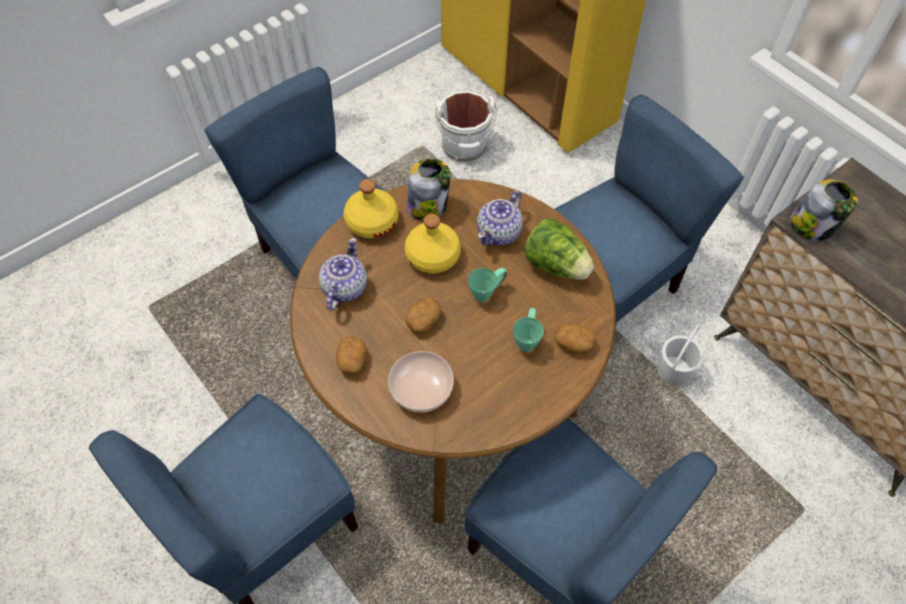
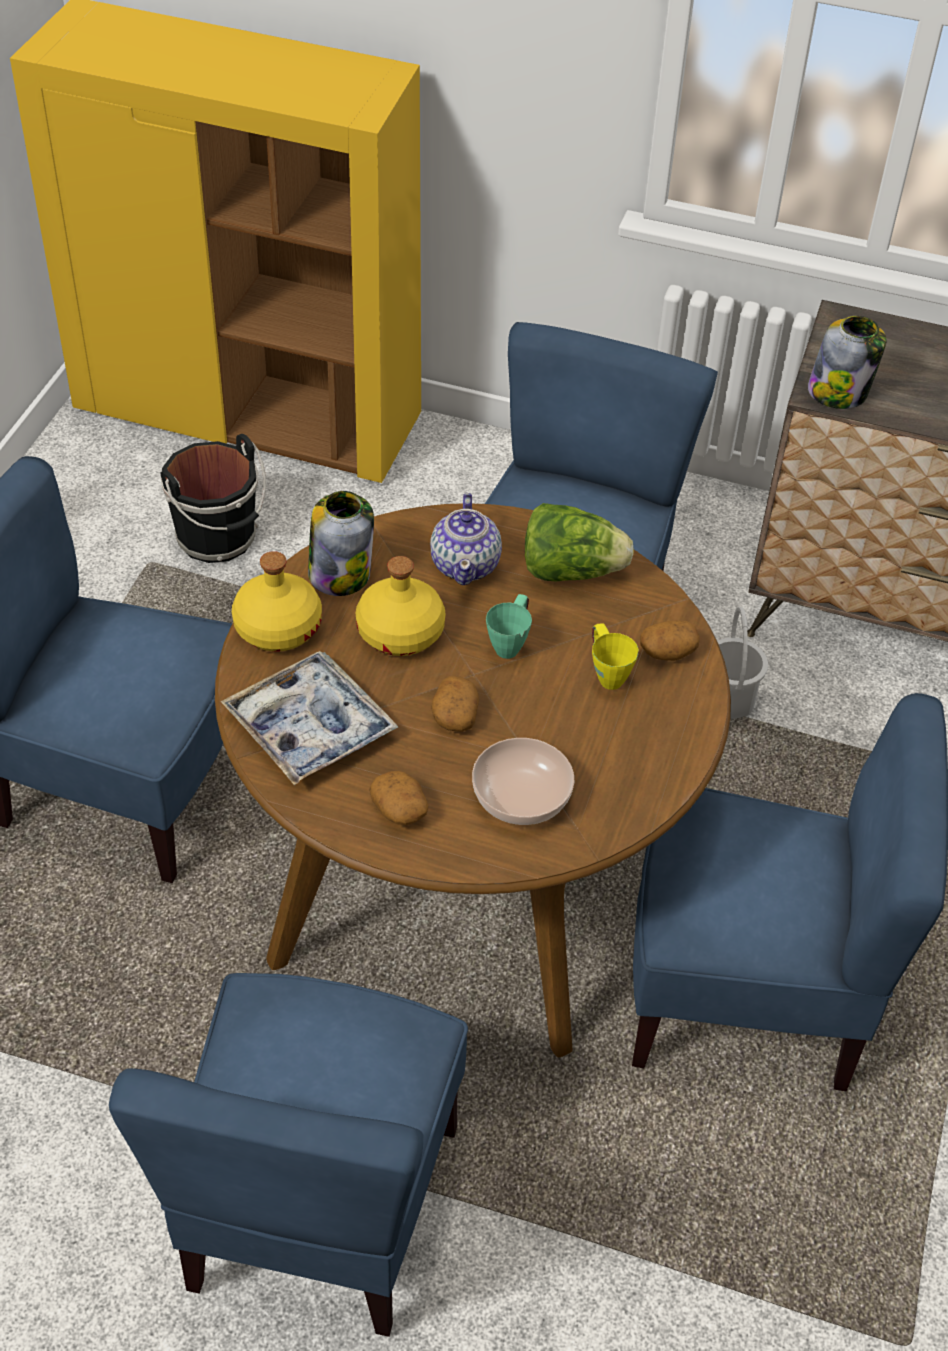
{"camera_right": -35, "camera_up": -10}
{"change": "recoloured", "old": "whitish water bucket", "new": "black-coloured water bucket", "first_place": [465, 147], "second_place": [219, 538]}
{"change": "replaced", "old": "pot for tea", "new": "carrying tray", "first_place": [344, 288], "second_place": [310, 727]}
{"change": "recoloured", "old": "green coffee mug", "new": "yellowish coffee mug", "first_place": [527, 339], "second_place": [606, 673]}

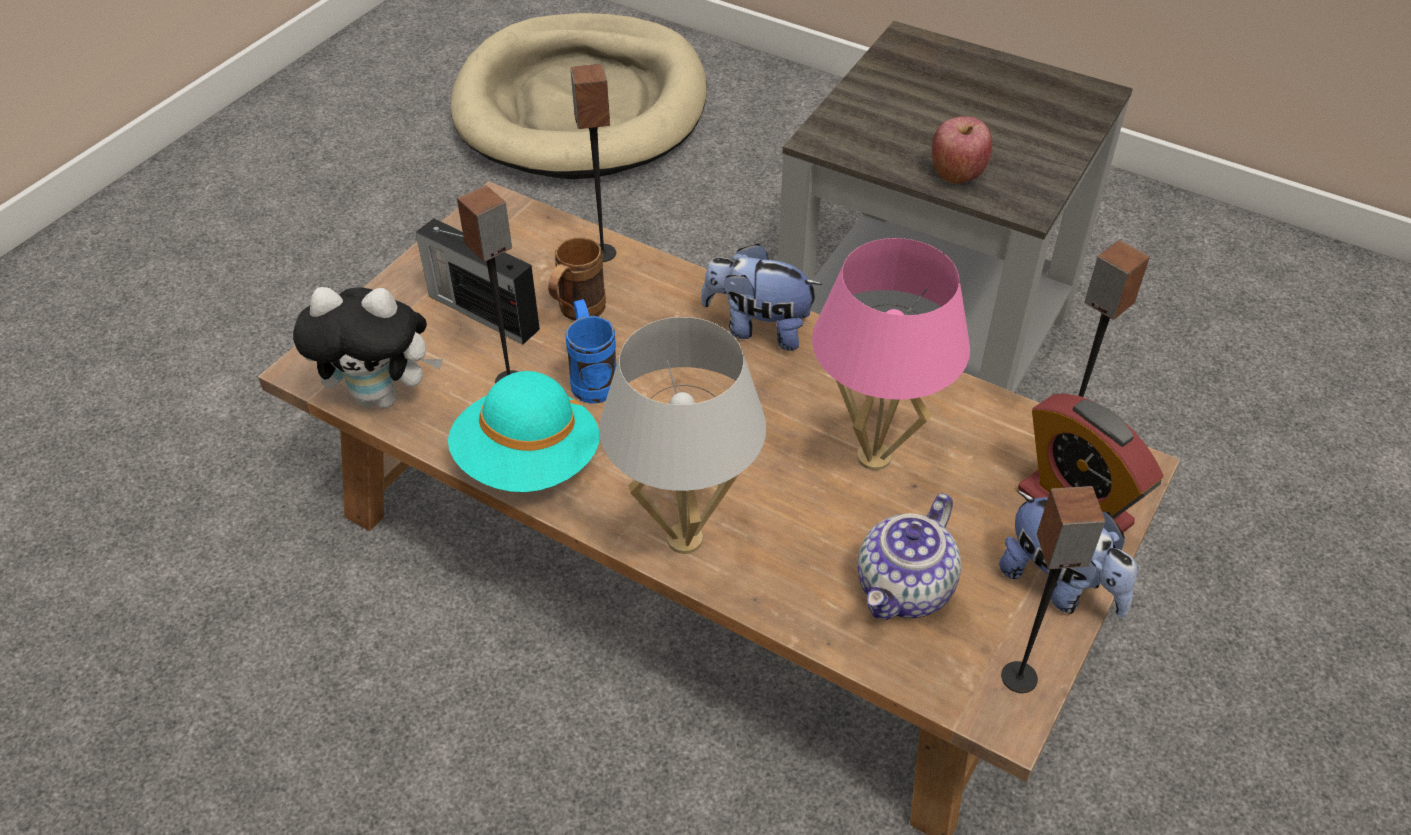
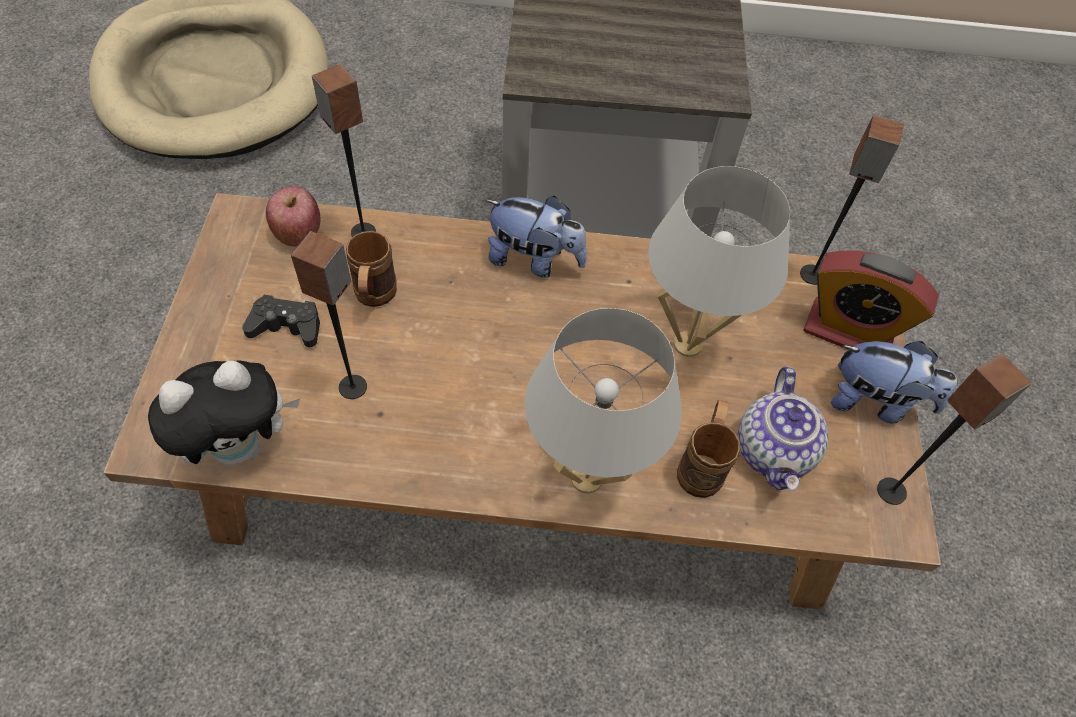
{"camera_right": -30, "camera_up": 10}
{"change": "moved", "old": "apple", "first_place": [957, 173], "second_place": [298, 233]}
{"change": "replaced", "old": "radio", "new": "black-coloured game controller", "first_place": [482, 311], "second_place": [286, 326]}
{"change": "recoloured", "old": "pinkish lamp for a table", "new": "whitish lamp for a table", "first_place": [873, 457], "second_place": [687, 345]}
{"change": "turned", "old": "cuddly toy", "first_place": [758, 328], "second_place": [534, 260], "degrees": -150}
{"change": "removed", "old": "blue-coloured coffee mug", "first_place": [592, 377]}
{"change": "removed", "old": "blue-green hat", "first_place": [528, 462]}
{"change": "added", "new": "brown coffee mug", "second_place": [702, 465]}

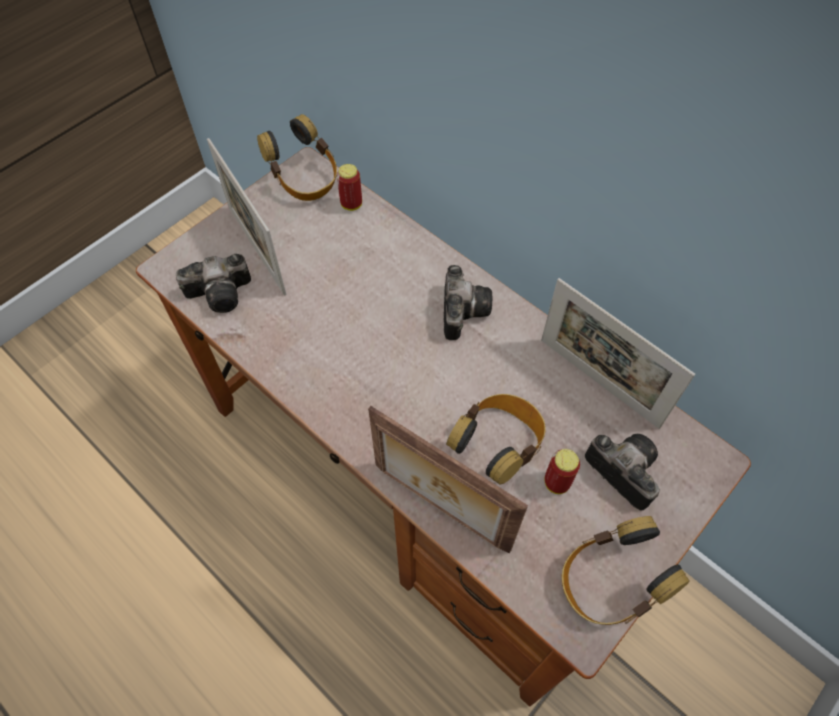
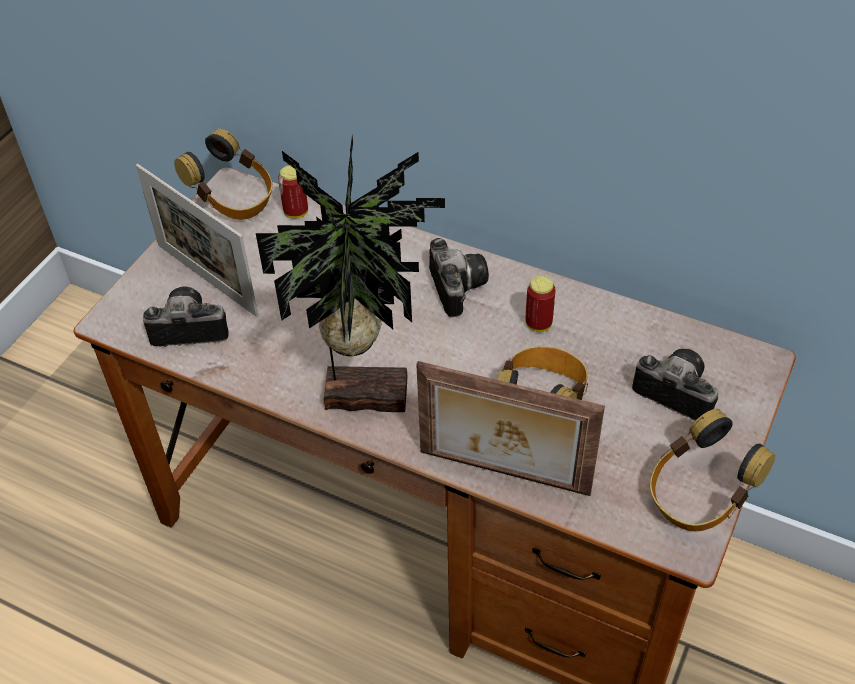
{"camera_right": -15, "camera_up": -10}
{"change": "turned", "old": "photo camera", "first_place": [223, 292], "second_place": [186, 330], "degrees": -150}
{"change": "removed", "old": "standing frame", "first_place": [598, 382]}
{"change": "moved", "old": "can", "first_place": [556, 482], "second_place": [538, 324]}
{"change": "added", "new": "plant in a pot", "second_place": [365, 390]}

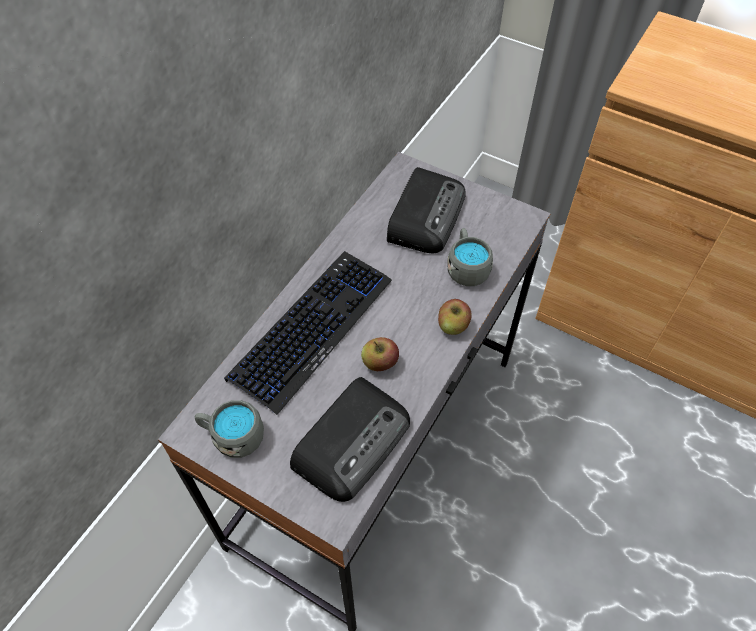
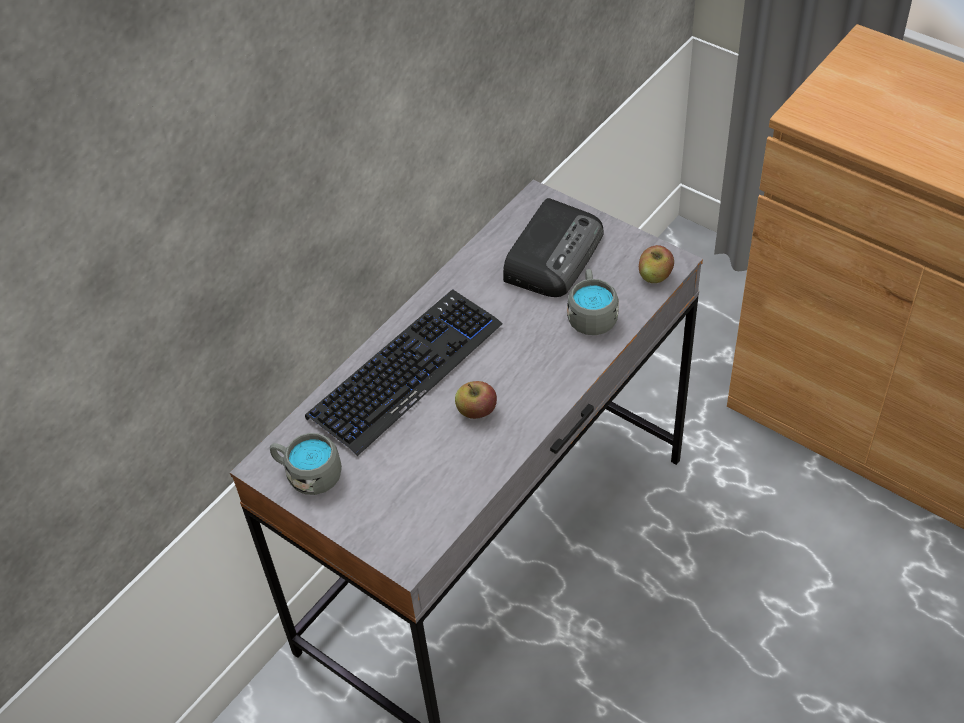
{"camera_right": 10, "camera_up": -5}
{"change": "moved", "old": "apple", "first_place": [453, 325], "second_place": [655, 275]}
{"change": "removed", "old": "radio", "first_place": [353, 440]}

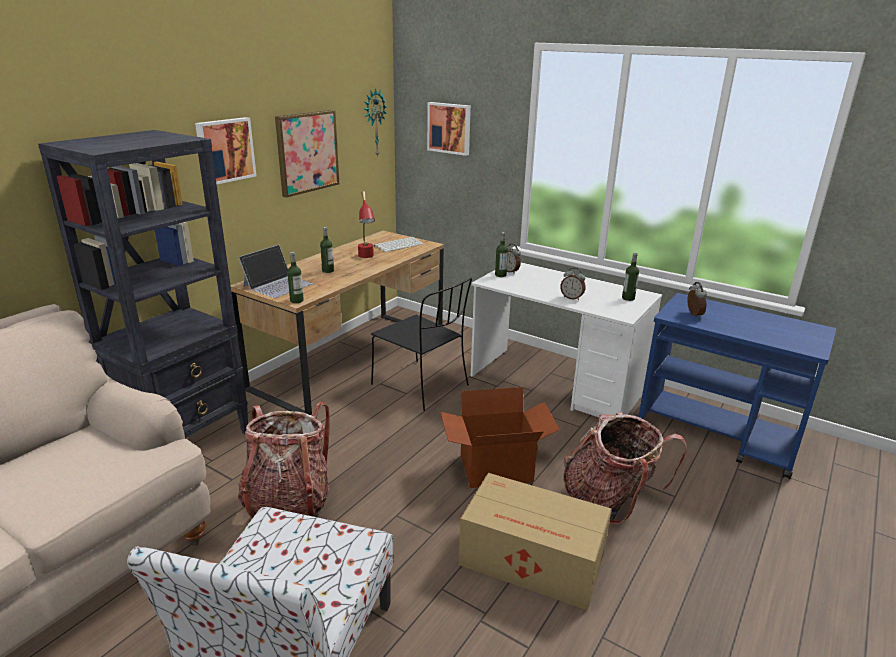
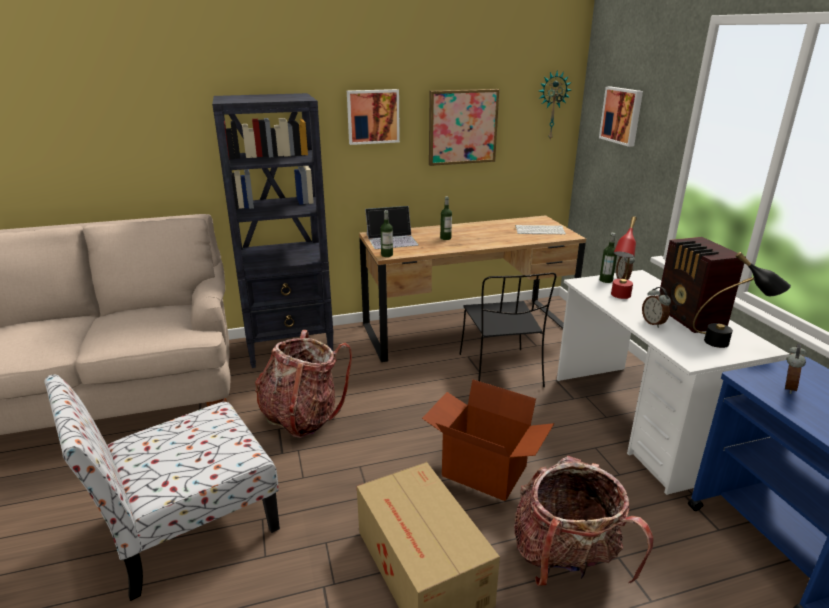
{"camera_right": 40, "camera_up": 0}
{"change": "moved", "old": "reddish lamp for a table", "first_place": [366, 258], "second_place": [619, 298]}
{"change": "replaced", "old": "drink bottle", "new": "black-coloured lamp for a table", "first_place": [628, 298], "second_place": [729, 344]}
{"change": "added", "new": "radio", "second_place": [690, 318]}

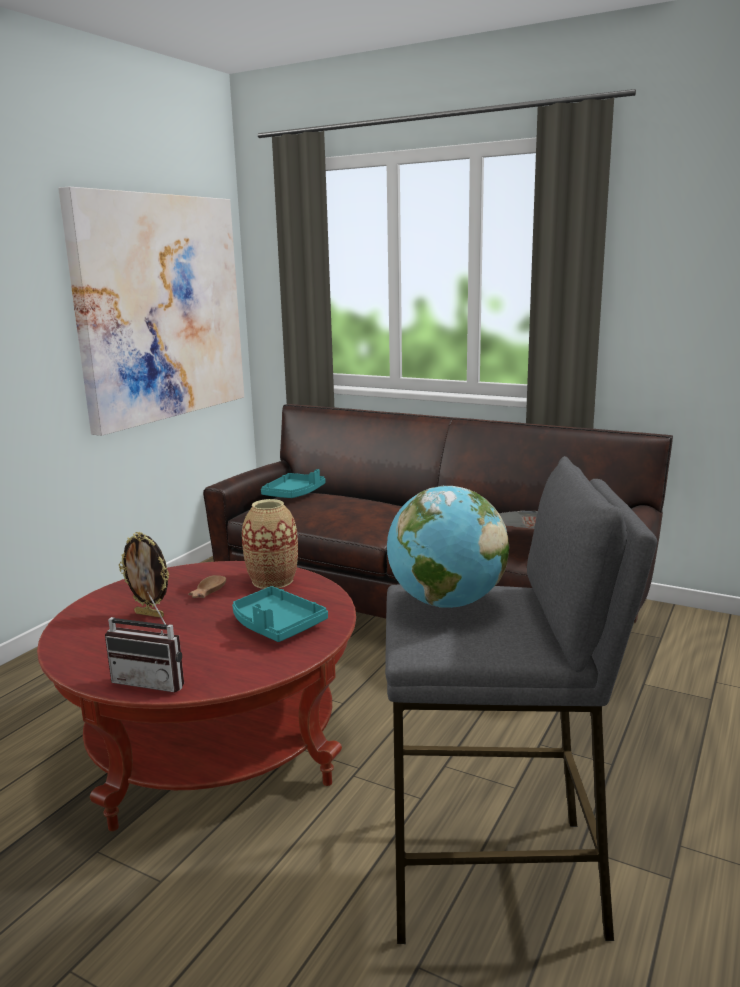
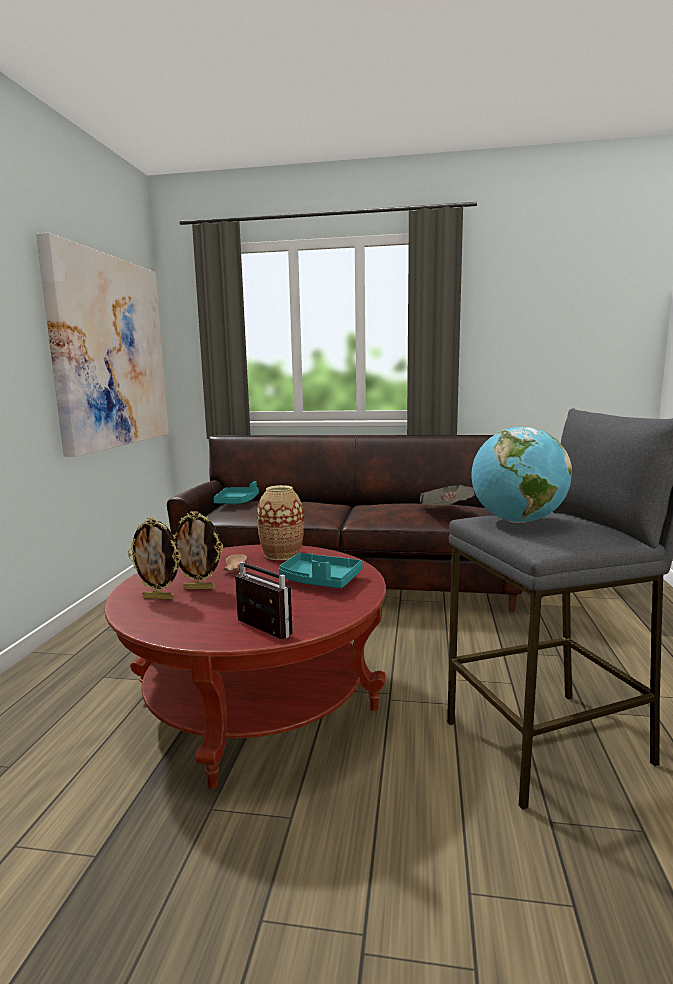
{"camera_right": -20, "camera_up": -5}
{"change": "turned", "old": "radio", "first_place": [153, 680], "second_place": [257, 631], "degrees": -135}
{"change": "added", "new": "standing frame", "second_place": [159, 598]}

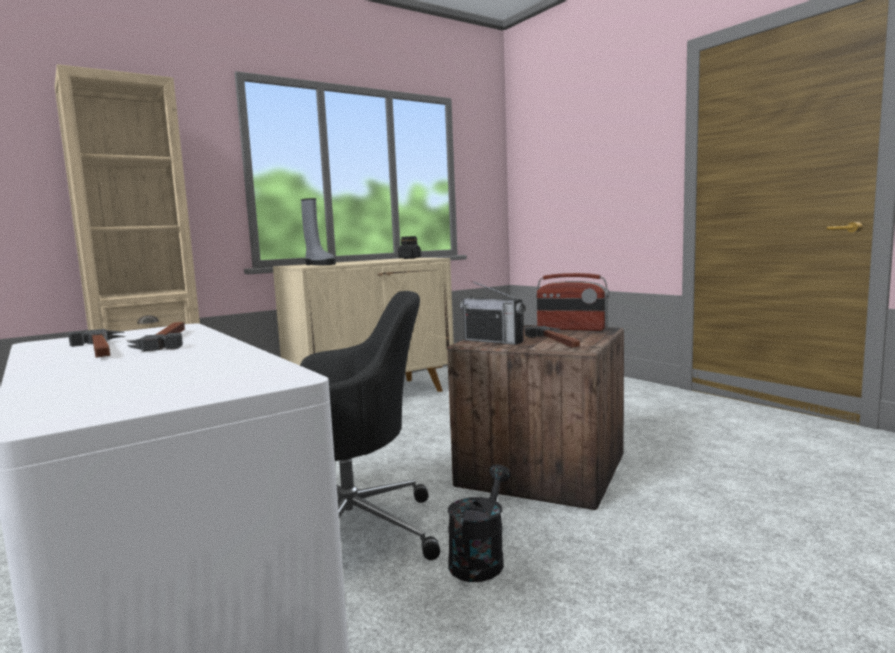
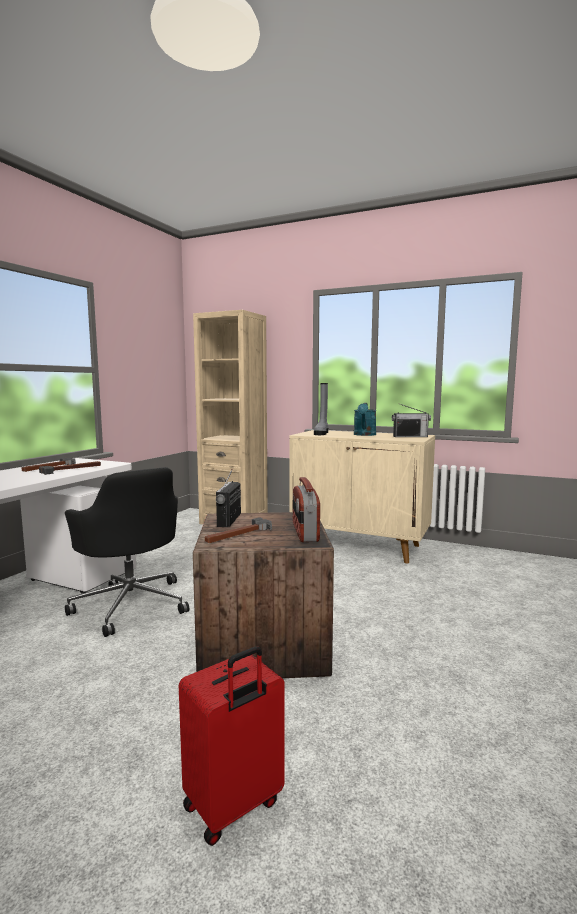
{"camera_right": 60, "camera_up": 0}
{"change": "replaced", "old": "black-coloured preserve jar", "new": "radio", "first_place": [409, 258], "second_place": [410, 436]}
{"change": "removed", "old": "black-coloured watering can", "first_place": [480, 558]}
{"change": "added", "new": "blue-green watering can", "second_place": [364, 435]}
{"change": "added", "new": "reddish travel case", "second_place": [234, 806]}

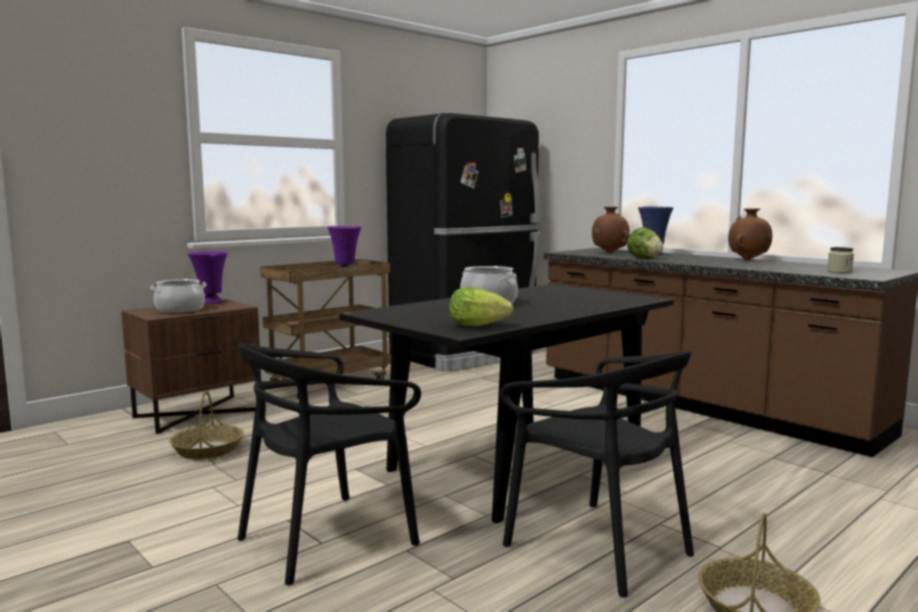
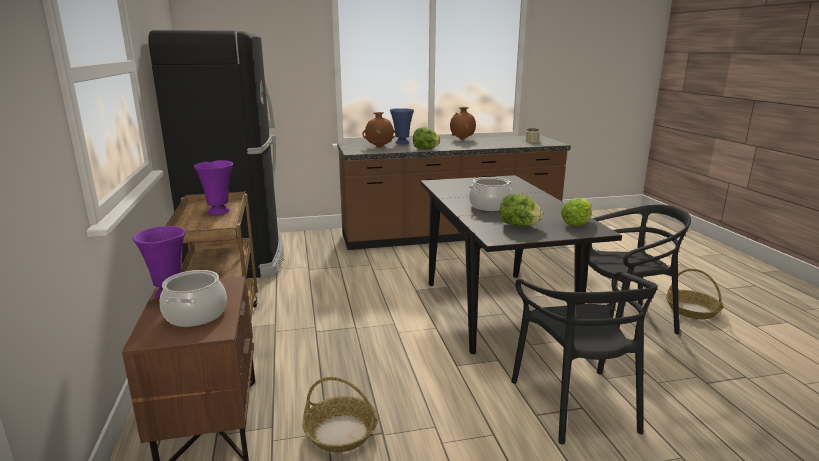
{"camera_right": -60, "camera_up": 10}
{"change": "added", "new": "head of lettuce", "second_place": [518, 226]}

